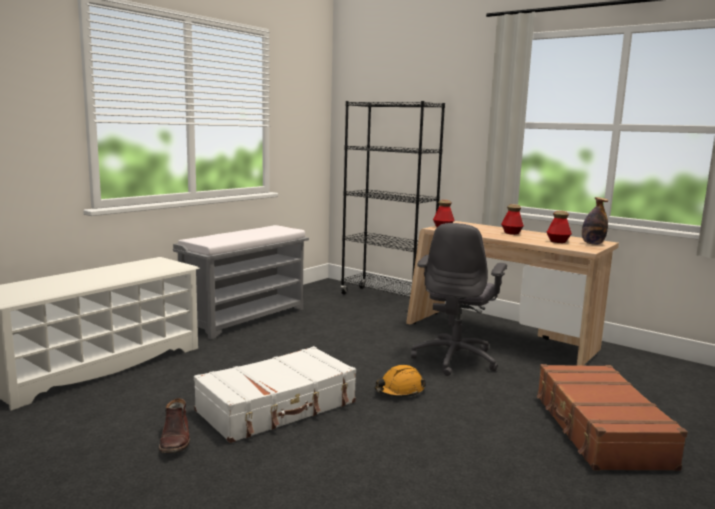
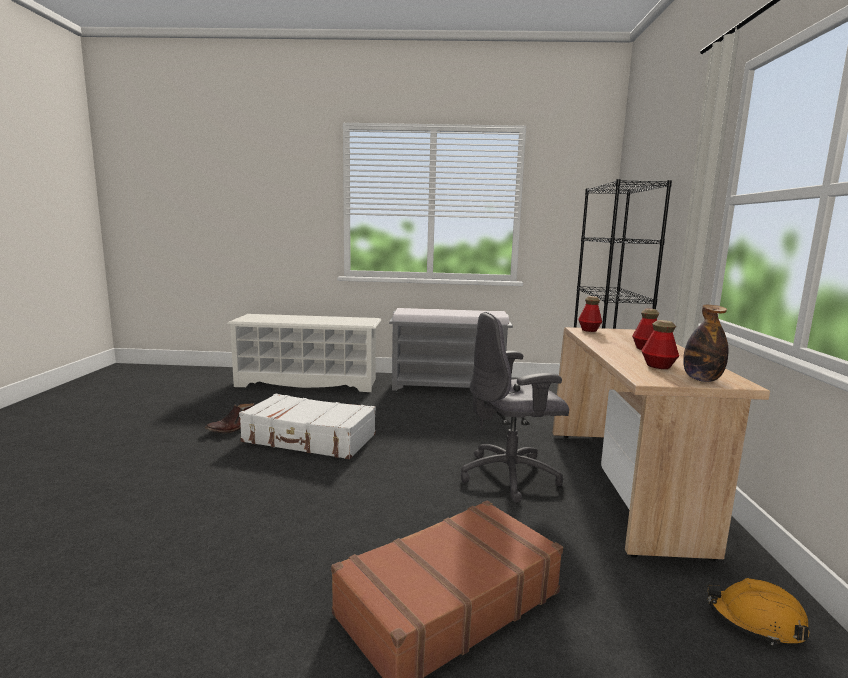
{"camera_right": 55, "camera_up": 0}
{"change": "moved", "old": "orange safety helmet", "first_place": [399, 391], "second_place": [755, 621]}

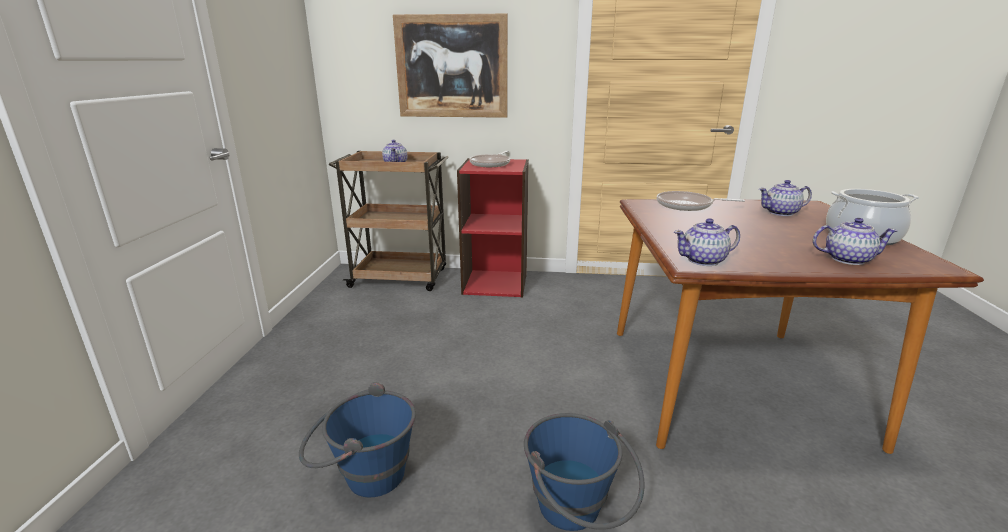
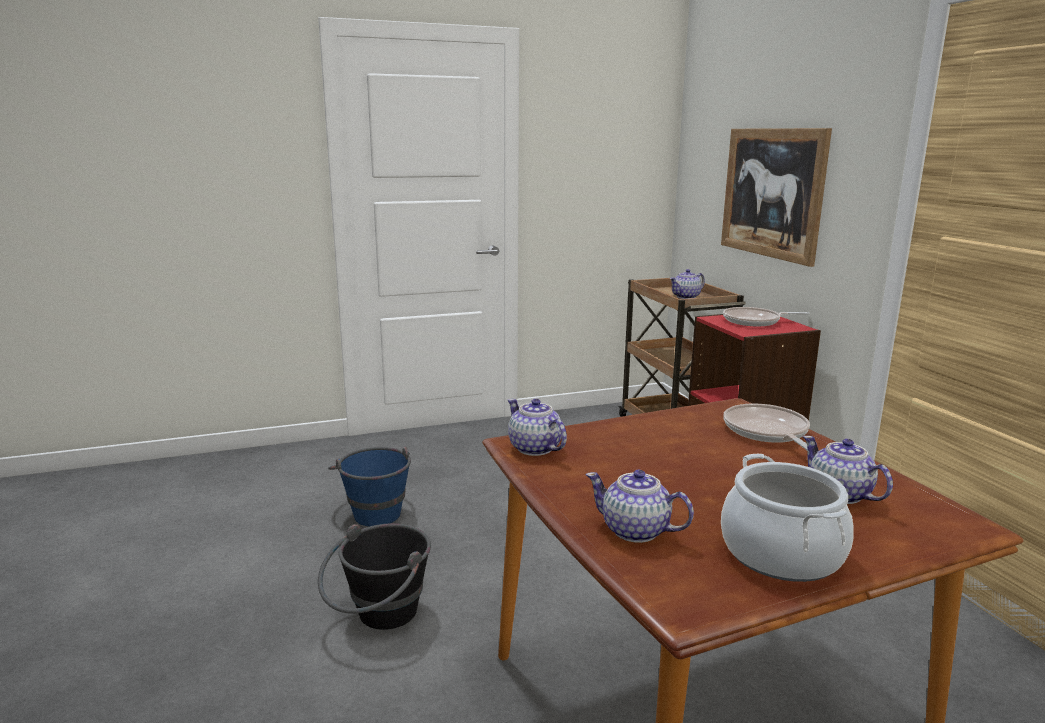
{"camera_right": 65, "camera_up": -5}
{"change": "turned", "old": "pot for tea", "first_place": [846, 259], "second_place": [636, 531], "degrees": 135}
{"change": "recoloured", "old": "blue-coloured water bucket", "new": "black-coloured water bucket", "first_place": [578, 514], "second_place": [379, 618]}

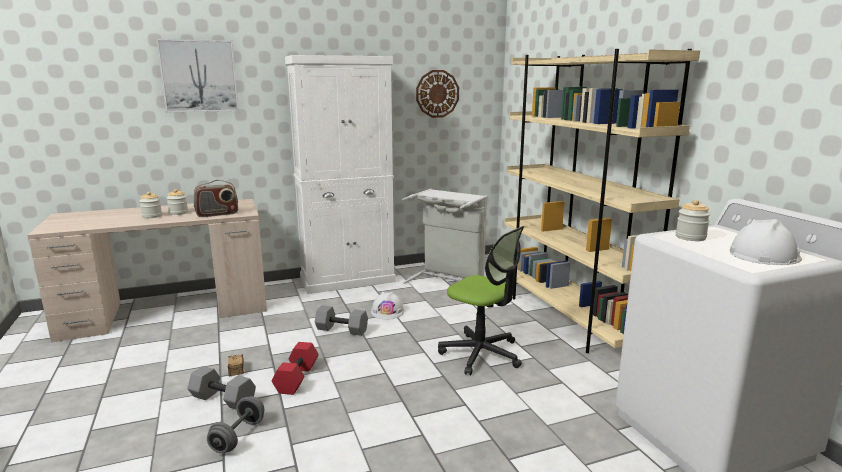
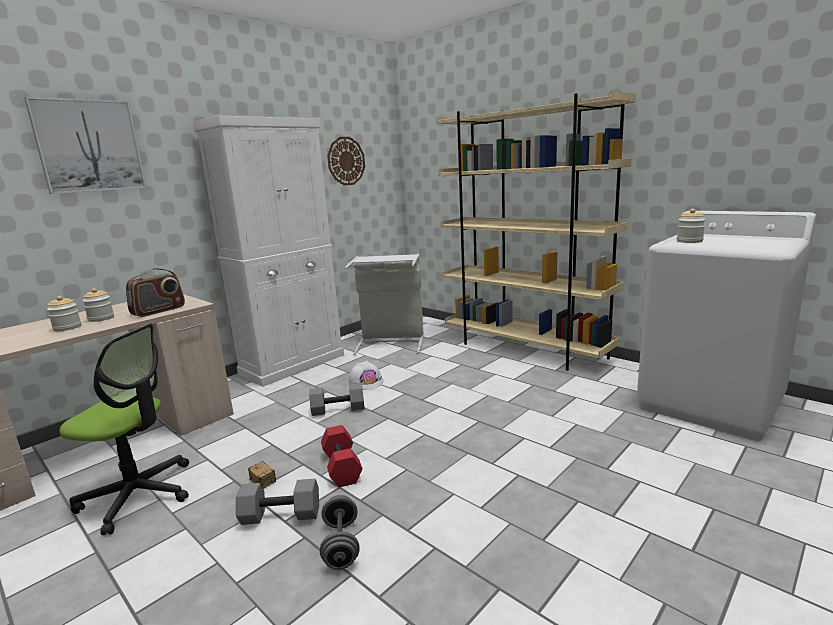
{"camera_right": -25, "camera_up": 0}
{"change": "removed", "old": "whitish safety helmet", "first_place": [763, 255]}
{"change": "moved", "old": "computer chair", "first_place": [481, 354], "second_place": [138, 495]}

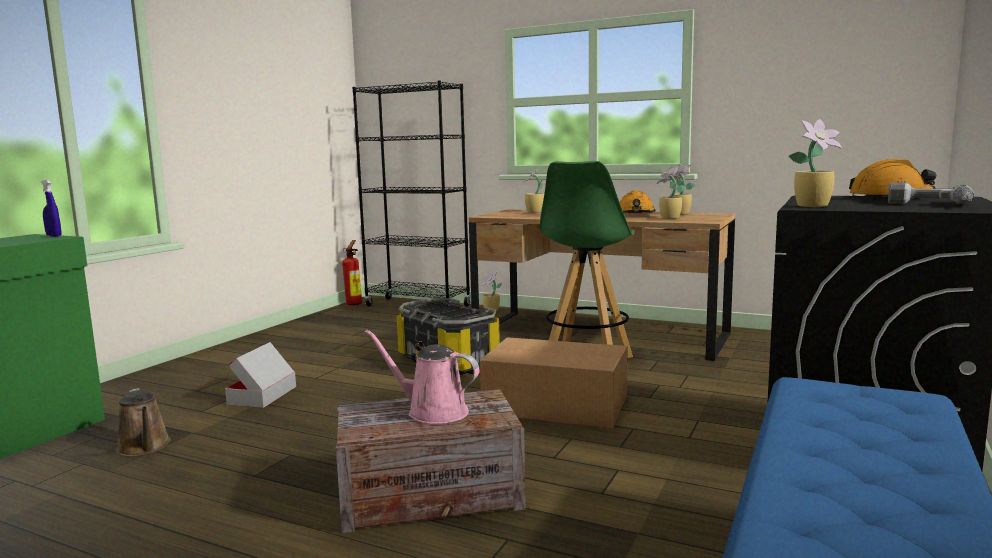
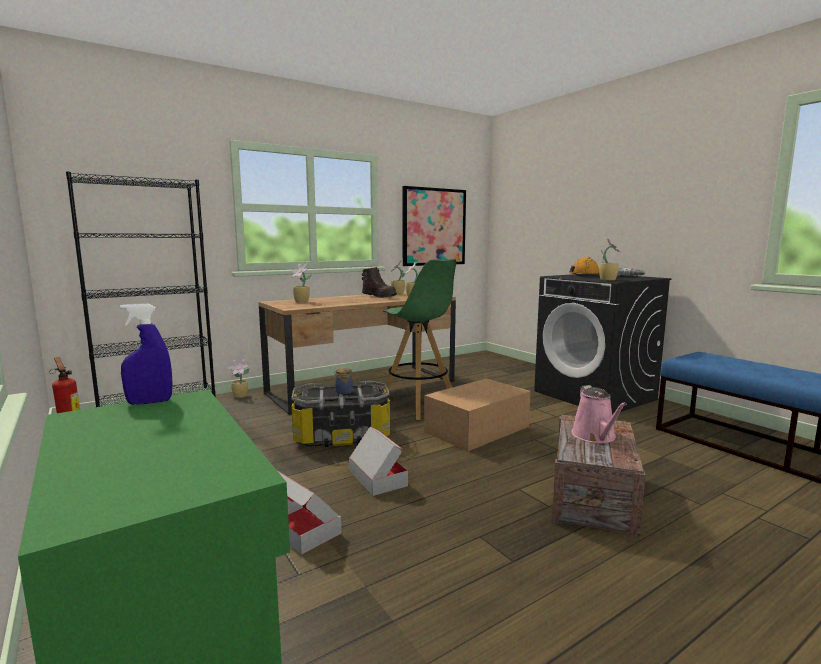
{"camera_right": -60, "camera_up": 0}
{"change": "replaced", "old": "orange safety helmet", "new": "brown high-top boot", "first_place": [635, 214], "second_place": [379, 296]}
{"change": "turned", "old": "pinkish watering can", "first_place": [432, 412], "second_place": [595, 436], "degrees": -60}
{"change": "removed", "old": "brown watering can", "first_place": [144, 447]}
{"change": "added", "new": "wall art", "second_place": [434, 227]}
{"change": "added", "new": "preserve jar", "second_place": [343, 392]}
{"change": "added", "new": "carton", "second_place": [377, 478]}

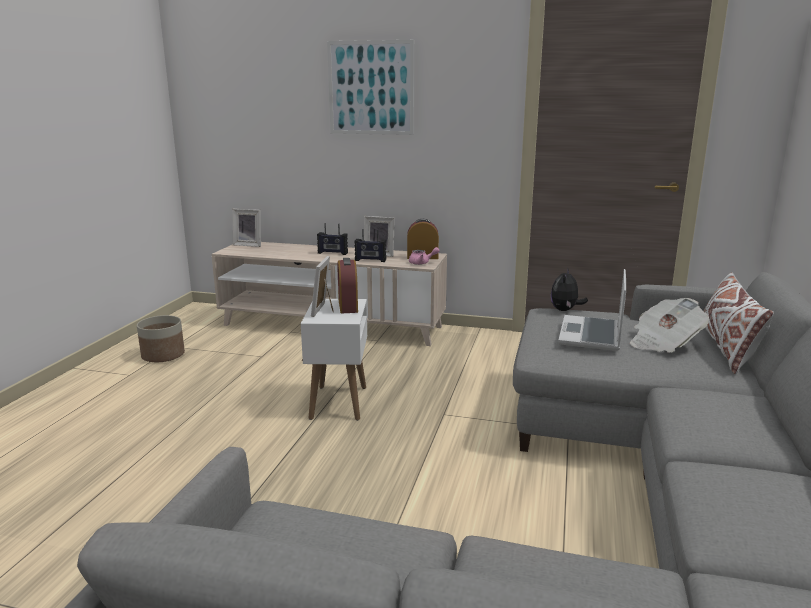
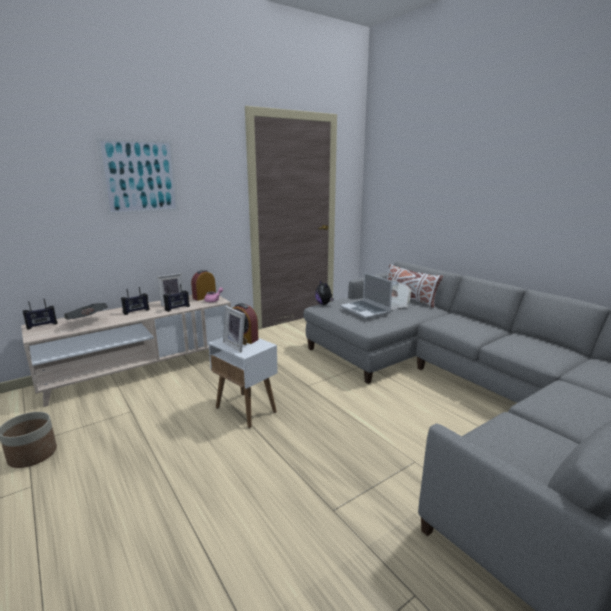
{"camera_right": -50, "camera_up": 0}
{"change": "replaced", "old": "standing frame", "new": "radio", "first_place": [249, 244], "second_place": [42, 325]}
{"change": "added", "new": "newspaper", "second_place": [88, 322]}

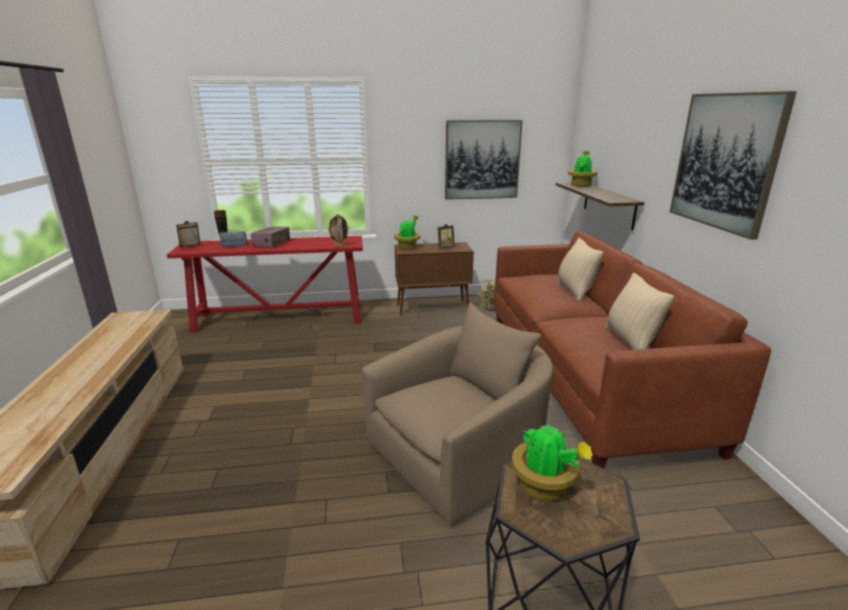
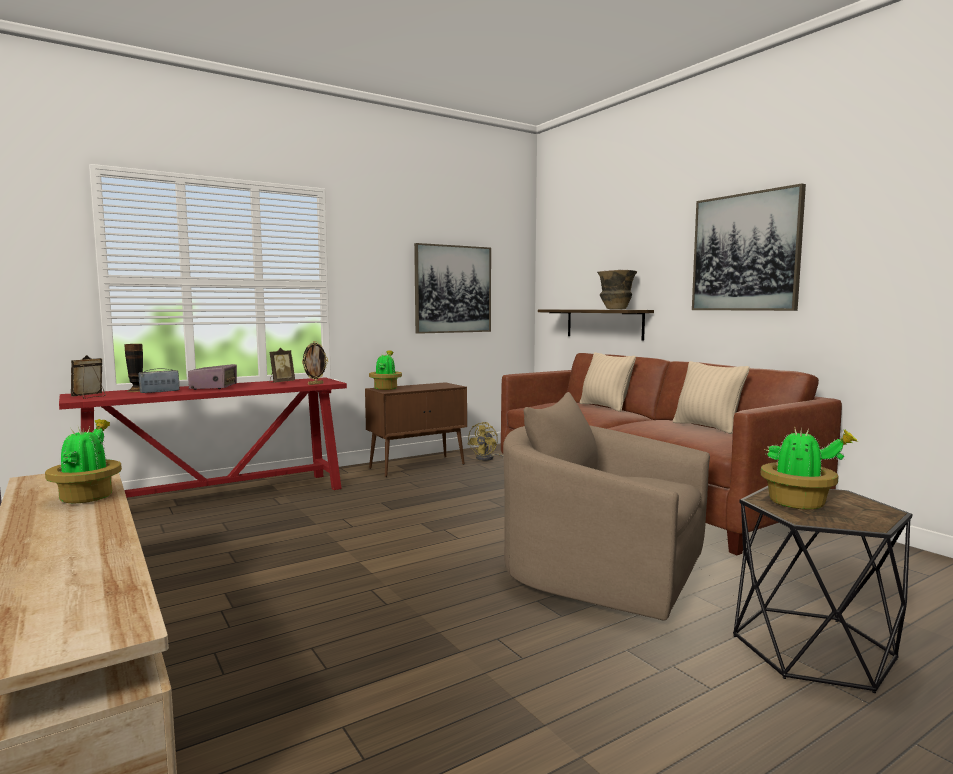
{"camera_right": -25, "camera_up": -15}
{"change": "moved", "old": "plant in a pot", "first_place": [581, 185], "second_place": [88, 497]}
{"change": "moved", "old": "standing frame", "first_place": [445, 248], "second_place": [281, 382]}
{"change": "turned", "old": "beige-coloured easy chair", "first_place": [460, 456], "second_place": [601, 571], "degrees": -90}
{"change": "added", "new": "decorative vase", "second_place": [615, 309]}

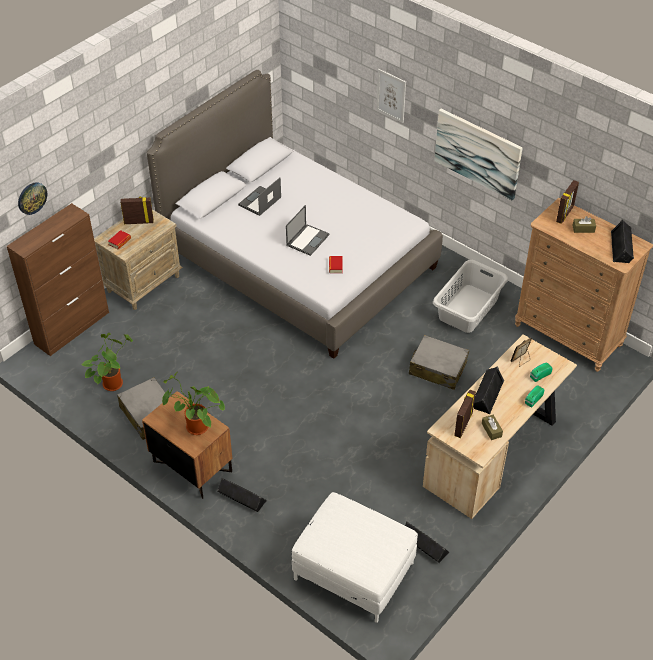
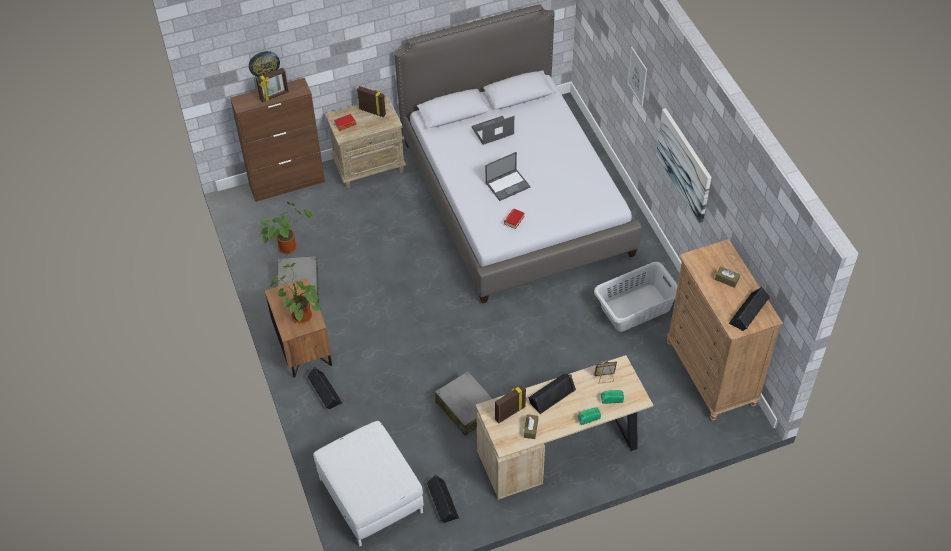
{"camera_right": 30, "camera_up": 5}
{"change": "moved", "old": "standing frame", "first_place": [565, 214], "second_place": [274, 96]}
{"change": "moved", "old": "grey travel case", "first_place": [437, 368], "second_place": [466, 408]}

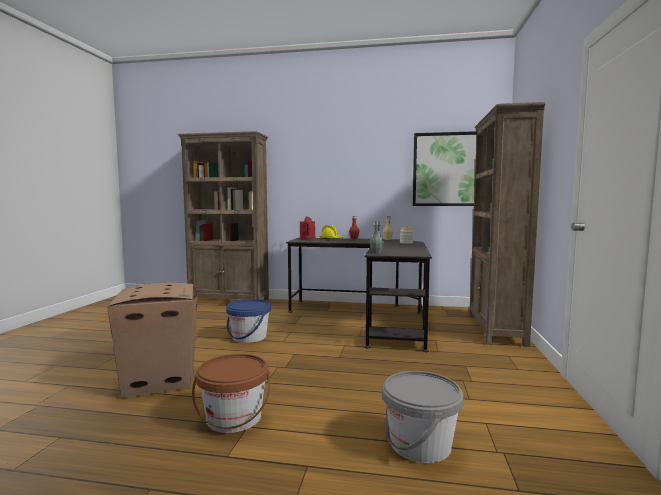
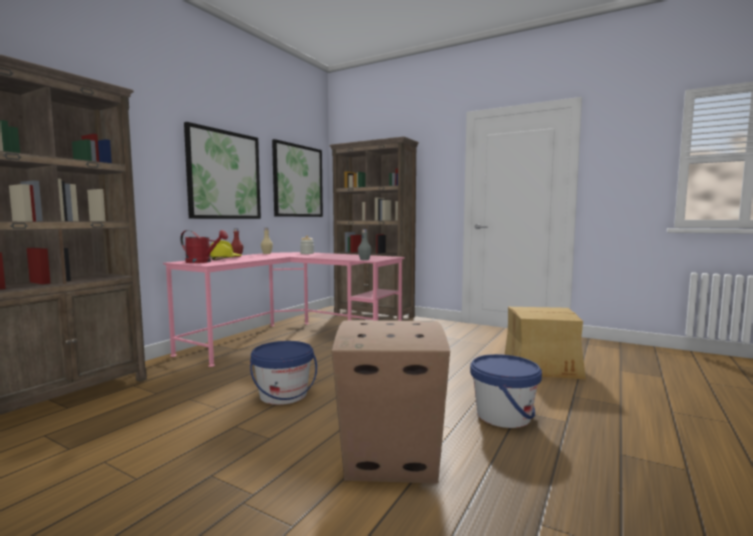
{"camera_right": -70, "camera_up": 0}
{"change": "recoloured", "old": "black-coloured desk table", "new": "pinkish desk table", "first_place": [368, 317], "second_place": [292, 339]}
{"change": "recoloured", "old": "brown water bucket", "new": "blue-coloured water bucket", "first_place": [234, 418], "second_place": [503, 415]}
{"change": "replaced", "old": "grey water bucket", "new": "carton", "first_place": [420, 444], "second_place": [543, 365]}
{"change": "added", "new": "wall art", "second_place": [224, 175]}

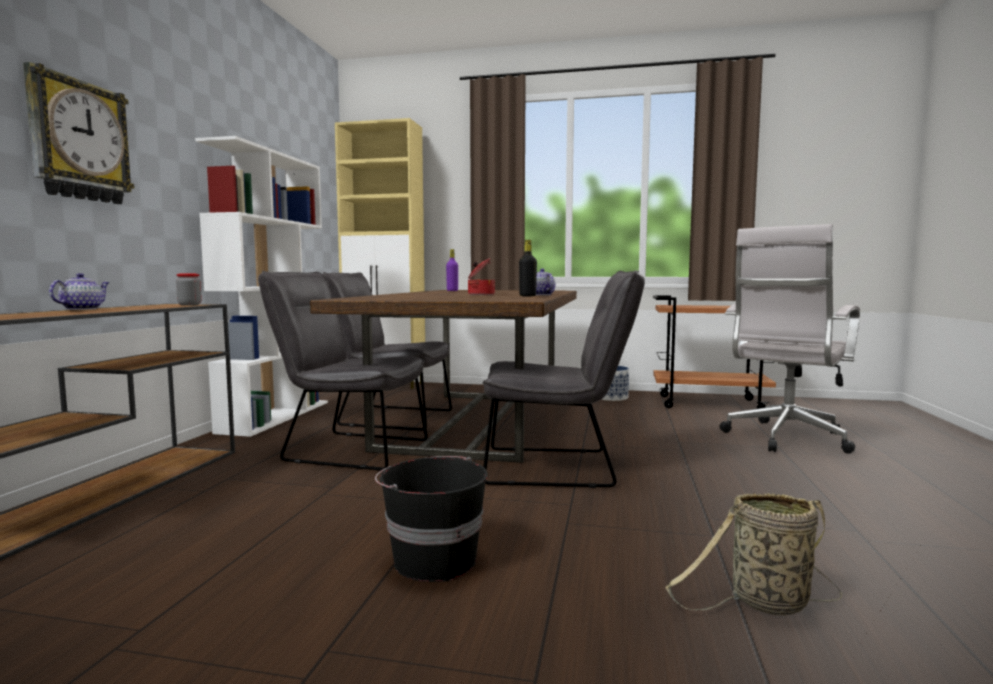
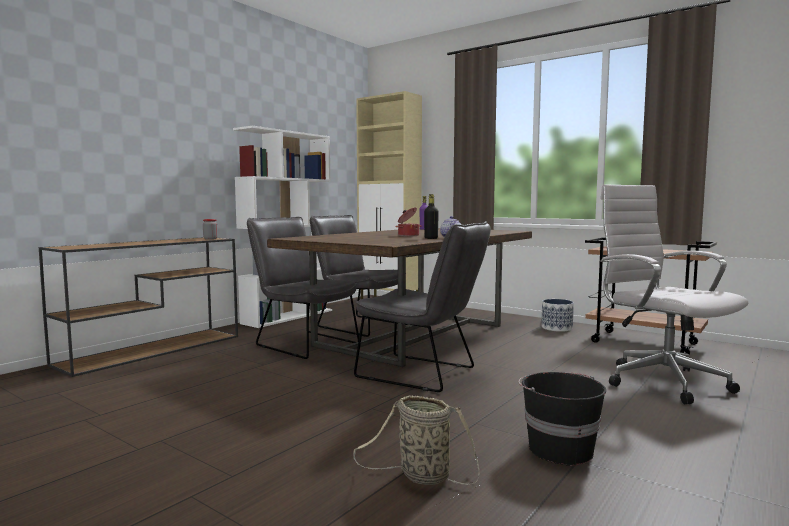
{"camera_right": 25, "camera_up": 0}
{"change": "removed", "old": "hanging clock", "first_place": [78, 141]}
{"change": "turned", "old": "whitish computer chair", "first_place": [785, 439], "second_place": [661, 381], "degrees": 90}
{"change": "removed", "old": "pot for tea", "first_place": [83, 309]}
{"change": "moved", "old": "black-coloured water bucket", "first_place": [433, 560], "second_place": [559, 449]}

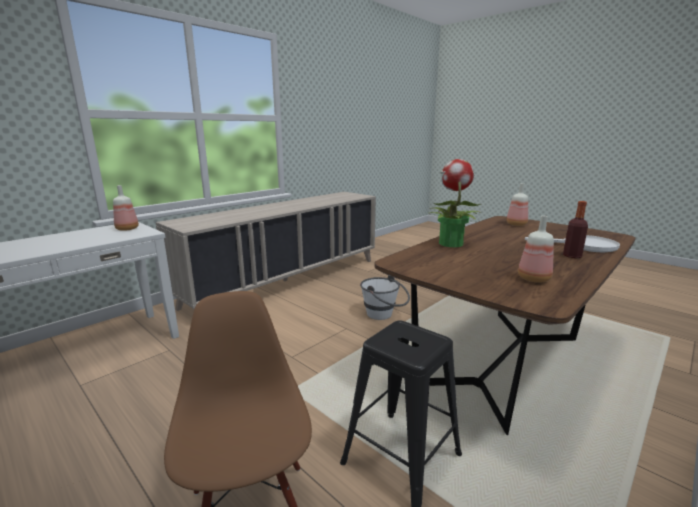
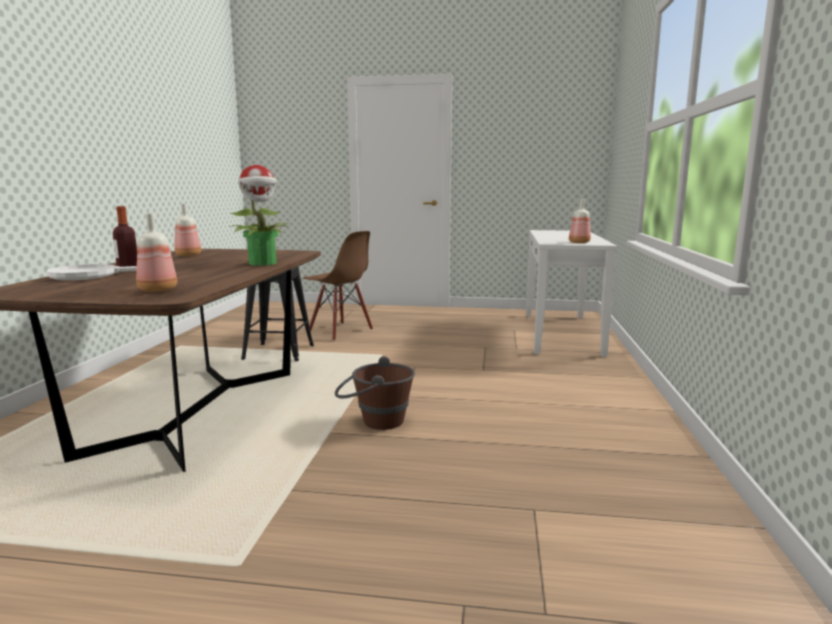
{"camera_right": 145, "camera_up": -5}
{"change": "removed", "old": "beige-coloured cupboard", "first_place": [287, 281]}
{"change": "recoloured", "old": "whitish water bucket", "new": "brown water bucket", "first_place": [384, 315], "second_place": [374, 421]}

